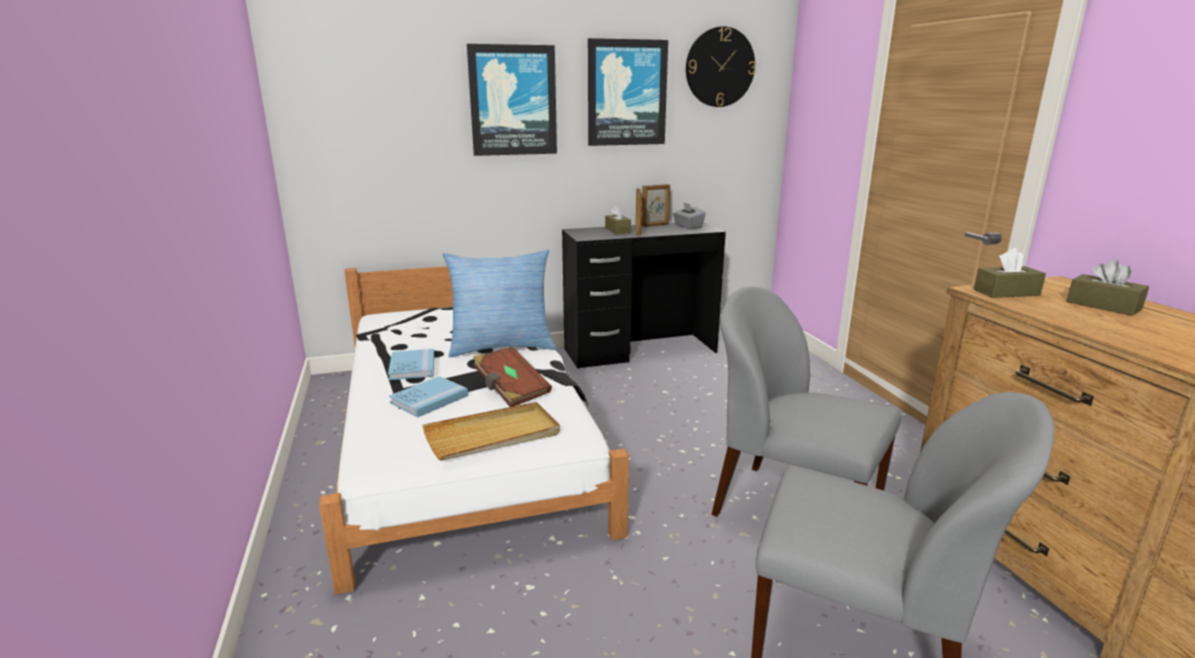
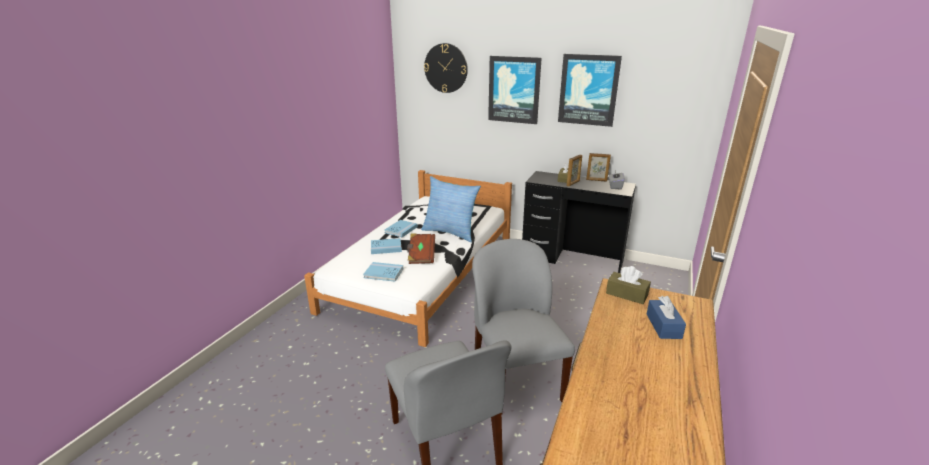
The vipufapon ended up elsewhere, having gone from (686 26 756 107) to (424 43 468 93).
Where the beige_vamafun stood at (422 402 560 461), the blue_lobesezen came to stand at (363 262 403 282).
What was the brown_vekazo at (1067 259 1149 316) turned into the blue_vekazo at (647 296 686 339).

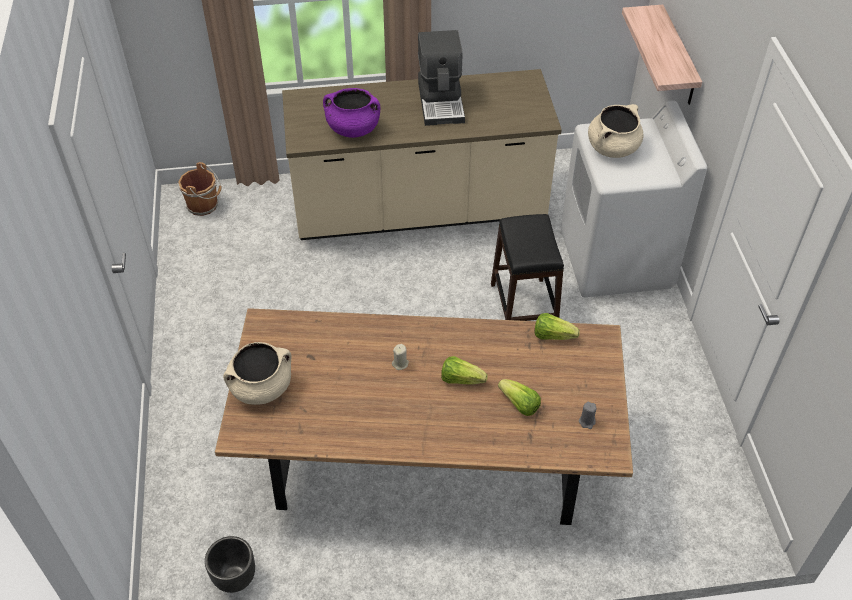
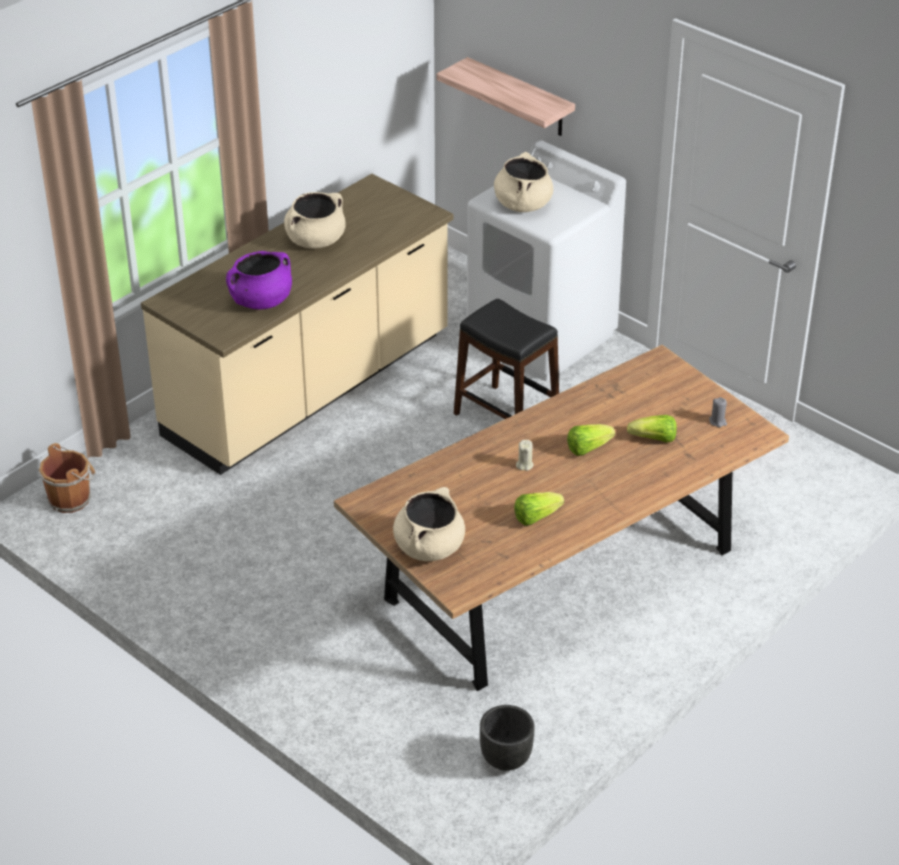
The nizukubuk ended up elsewhere, having gone from (535 313 580 340) to (514 492 564 526).
Where the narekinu stood at (418 30 465 126), the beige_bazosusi came to stand at (284 192 346 249).

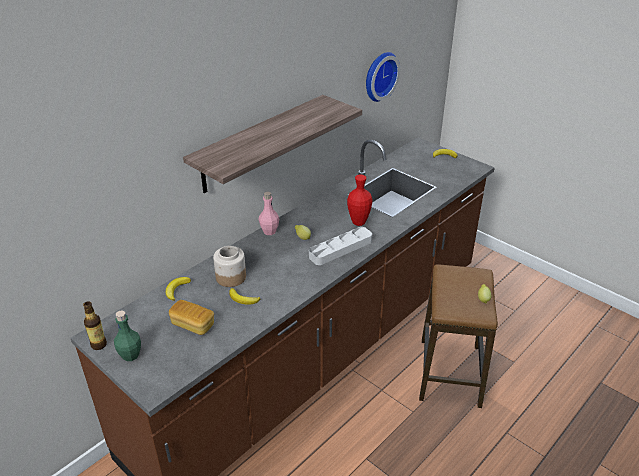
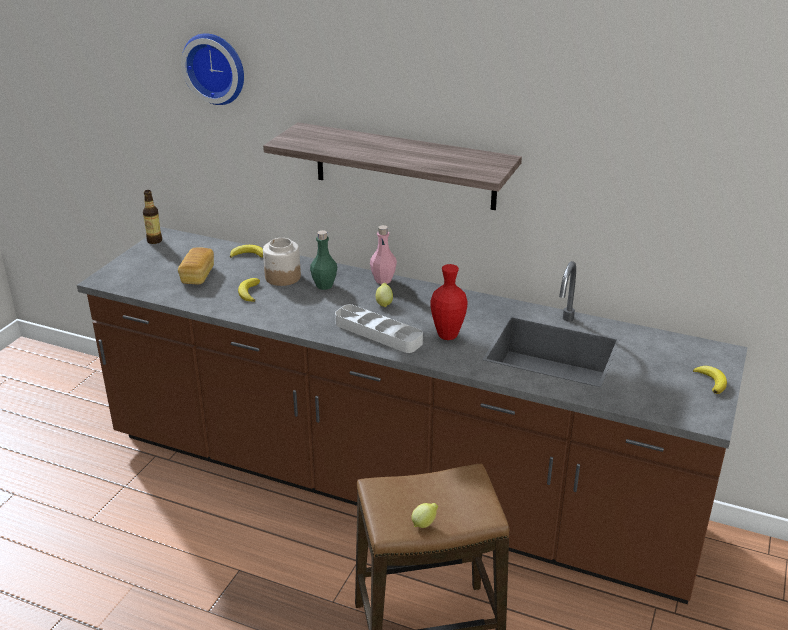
The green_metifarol ended up elsewhere, having gone from (114 311 141 361) to (310 230 337 290).
The vipufapon ended up elsewhere, having gone from (366 52 400 102) to (181 33 244 105).

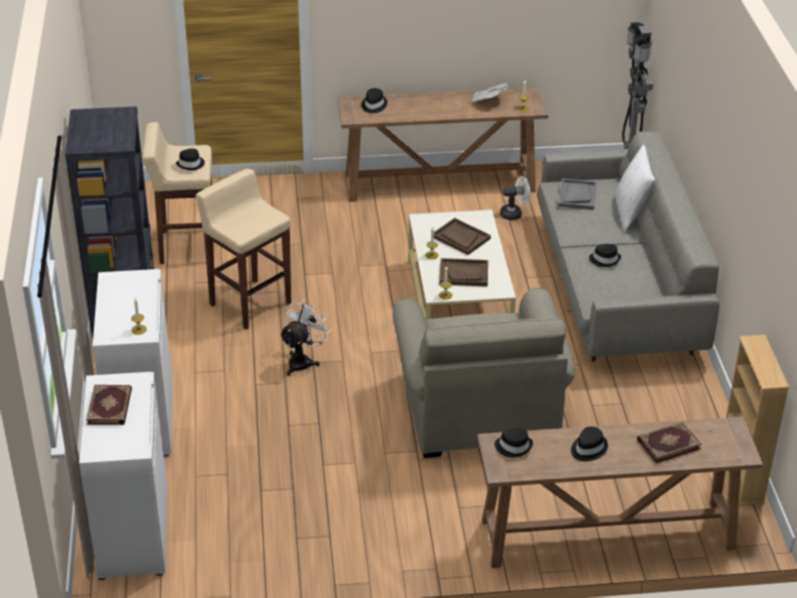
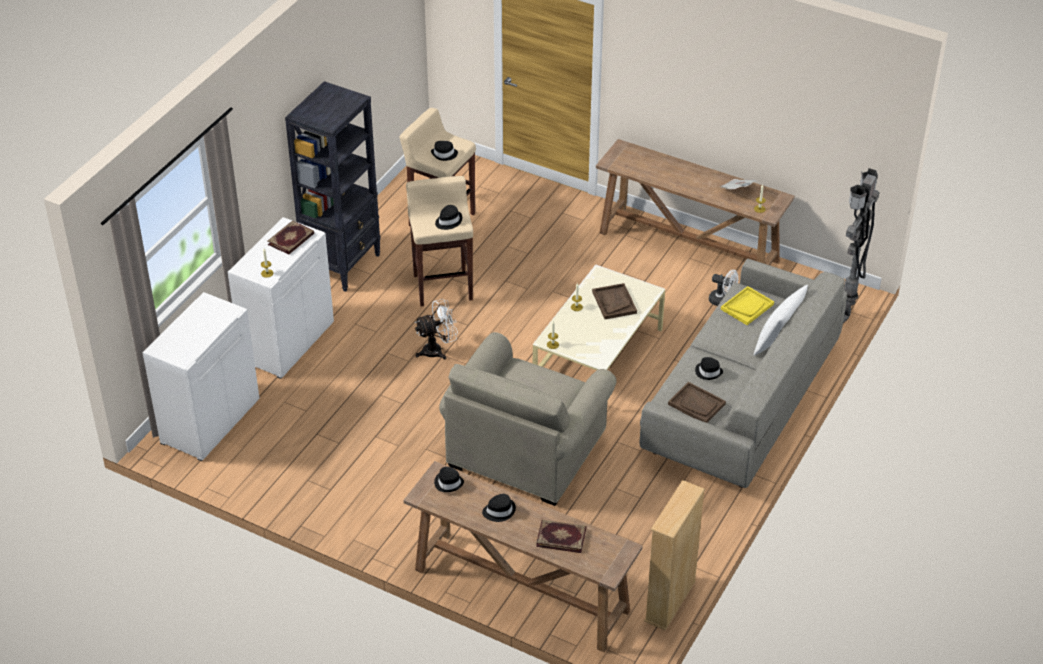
The lobesezen ended up elsewhere, having gone from (86 385 132 425) to (267 220 314 255).
The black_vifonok ended up elsewhere, having gone from (361 88 387 113) to (435 205 462 230).
The brown_vamafun ended up elsewhere, having gone from (439 258 488 287) to (668 382 726 423).
What was the grey_vamafun at (558 178 597 210) turned into the yellow_vamafun at (721 286 774 325).

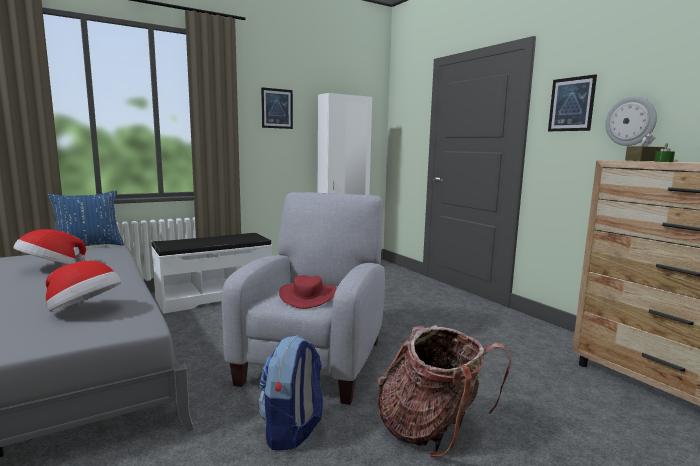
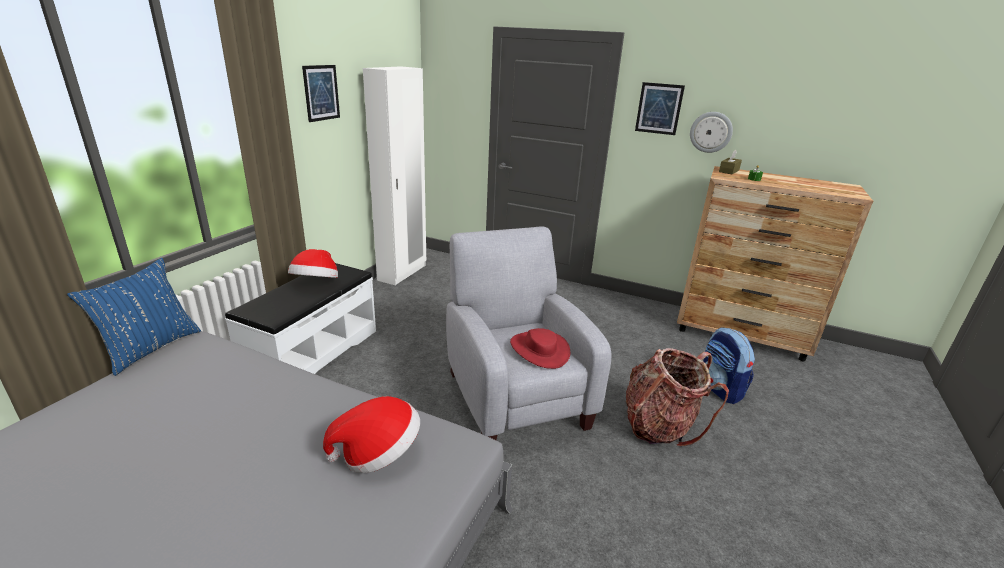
The vifonok ended up elsewhere, having gone from (13 229 86 264) to (288 249 338 278).
The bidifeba ended up elsewhere, having gone from (259 335 323 450) to (704 327 755 404).

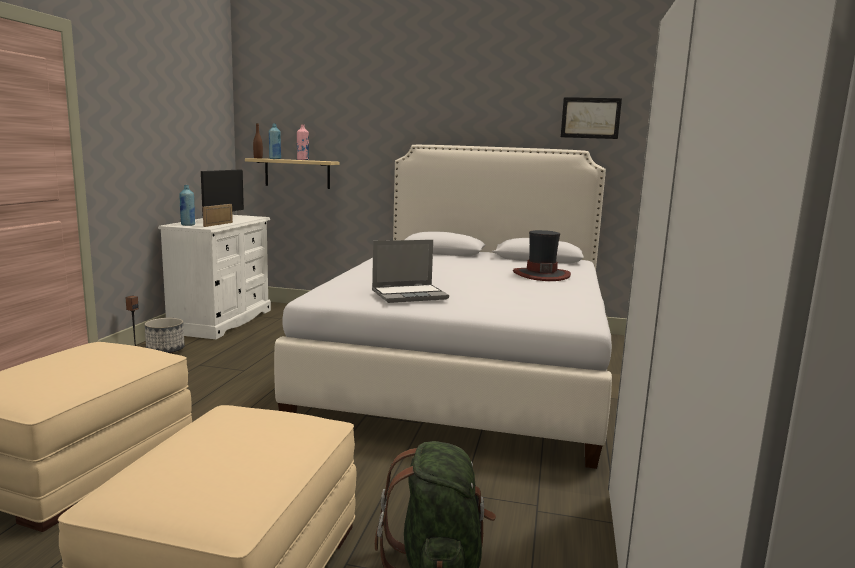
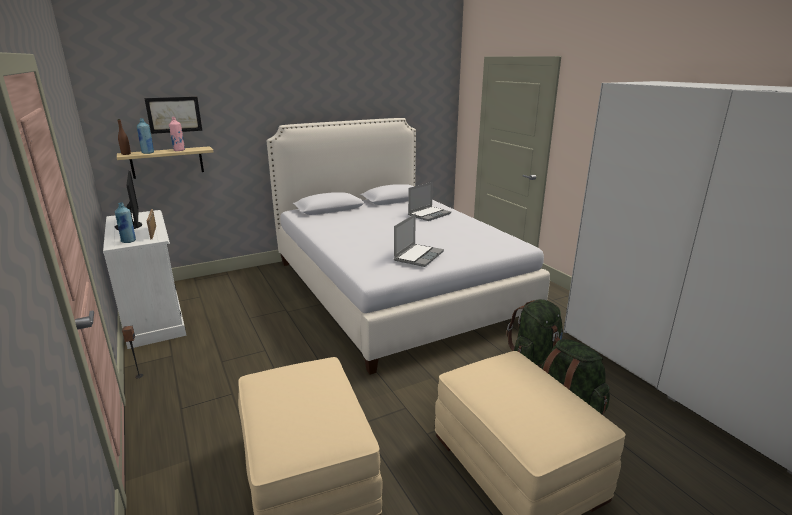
The second view lost the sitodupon at (145 318 185 353).
The second view gained the green_bidifeba at (506 299 563 365).
The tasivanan ended up elsewhere, having gone from (561 97 622 139) to (144 97 202 134).
Where the vifonok stood at (513 230 571 281), the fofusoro came to stand at (408 182 451 221).

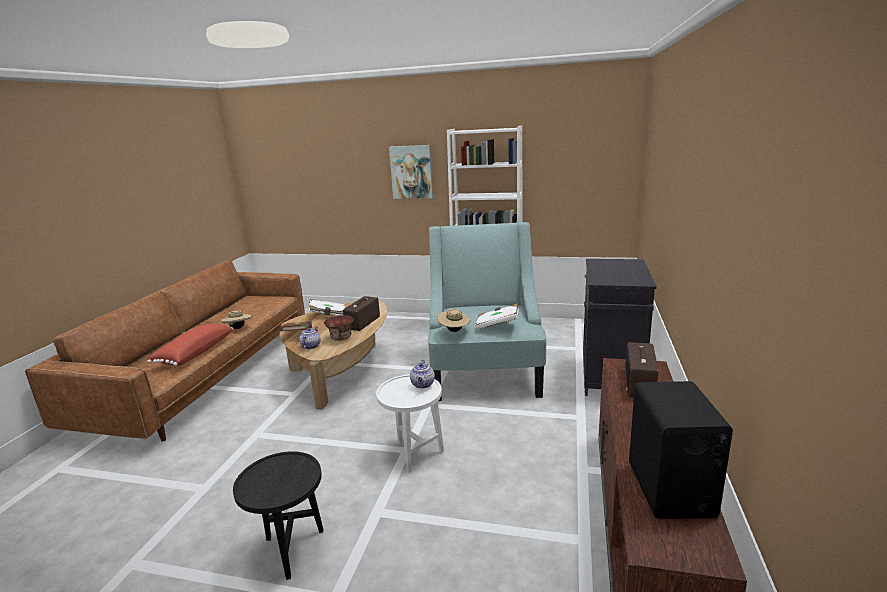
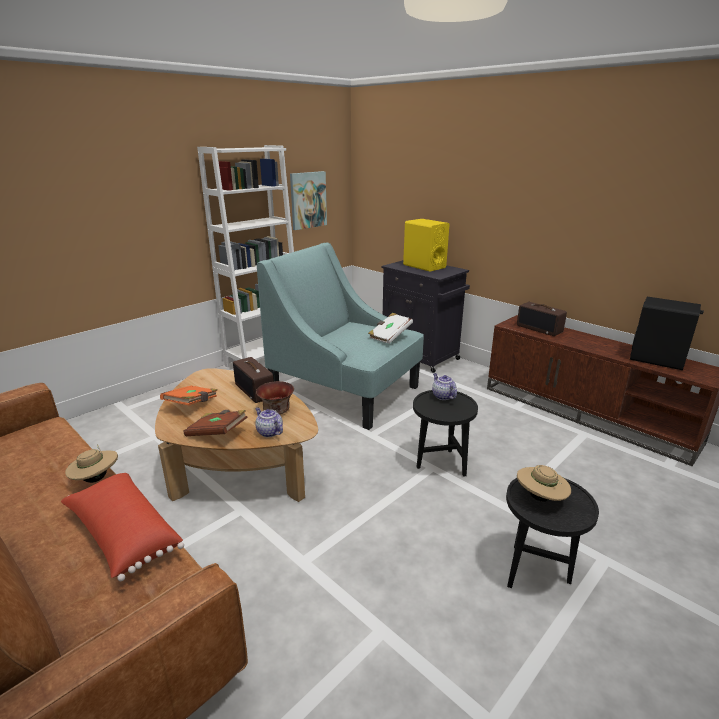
The second view gained the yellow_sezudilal at (403 219 449 272).
The tasivanan ended up elsewhere, having gone from (389 145 433 199) to (290 171 327 230).
The beige_vifonok ended up elsewhere, having gone from (437 309 470 332) to (517 465 571 502).
What was the white_lobesezen at (309 299 345 316) turned into the orange_lobesezen at (160 386 218 406).
What was the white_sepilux at (376 375 444 473) turned into the black_sepilux at (413 390 478 477).
The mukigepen at (410 360 435 389) ended up facing another way, 150 degrees counterclockwise from before.

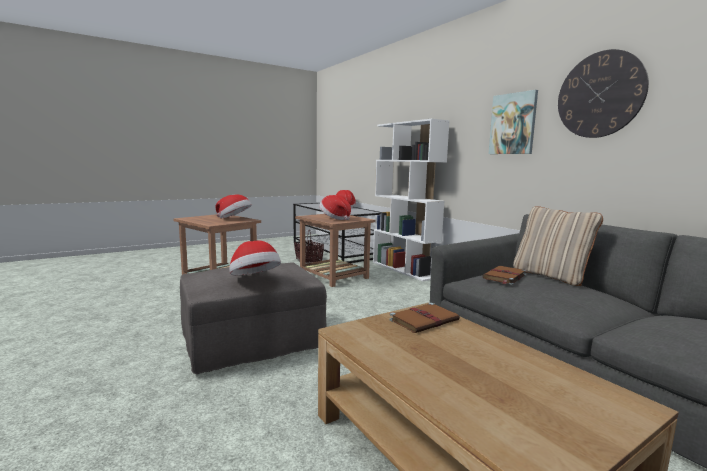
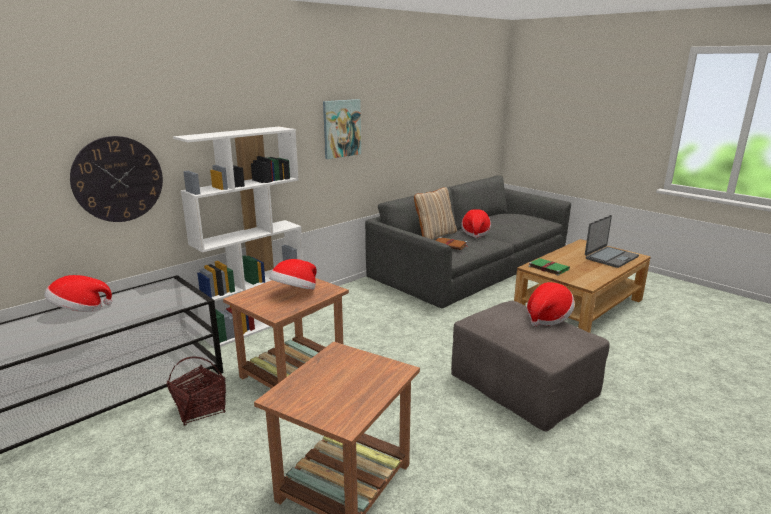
The second view gained the fofusoro at (585 215 639 268).
The vifonok ended up elsewhere, having gone from (215 194 252 218) to (461 209 491 238).
The vipufapon ended up elsewhere, having gone from (558 49 649 138) to (70 136 163 222).
What was the brown_lobesezen at (389 303 460 333) turned into the green_lobesezen at (529 258 570 276).

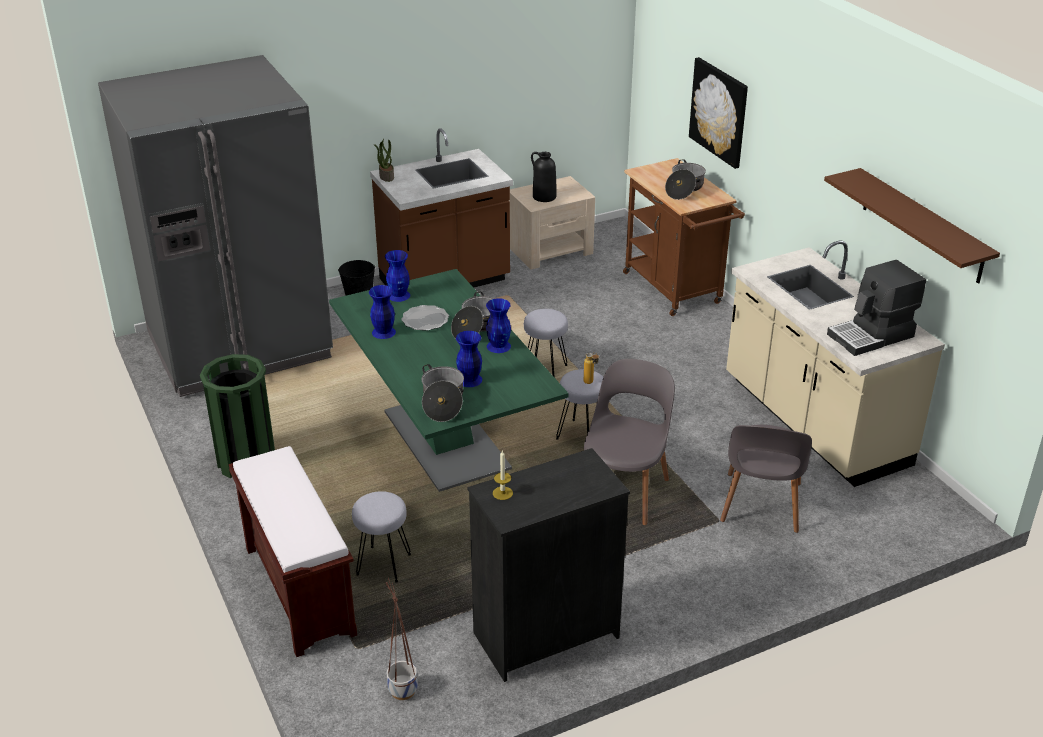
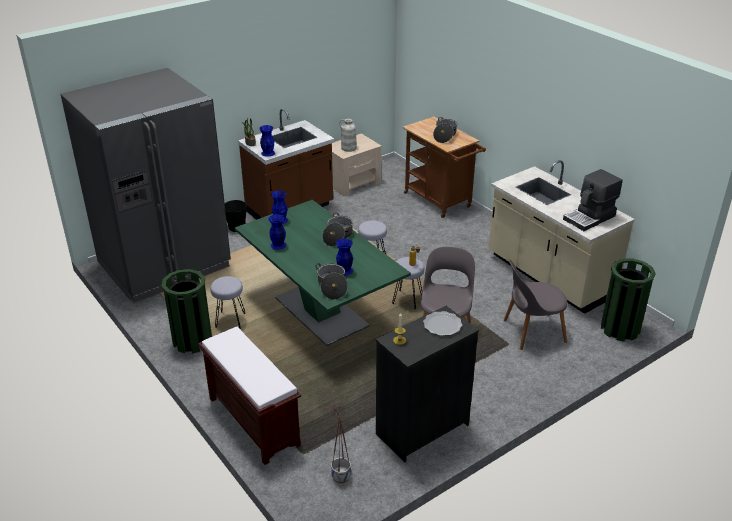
The second view lost the tasivanan at (689 57 748 169).
The second view lost the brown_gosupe at (824 168 1000 284).
The second view gained the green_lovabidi at (601 259 656 341).
The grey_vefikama ended up elsewhere, having gone from (352 491 411 583) to (210 276 245 329).
The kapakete ended up elsewhere, having gone from (401 305 449 330) to (423 311 462 336).
The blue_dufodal ended up elsewhere, having gone from (486 298 511 353) to (259 125 275 157).
What was the black_dufodal at (531 152 556 202) turned into the white_dufodal at (339 119 357 152).
The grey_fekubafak at (720 425 812 533) ended up facing another way, 75 degrees clockwise from before.

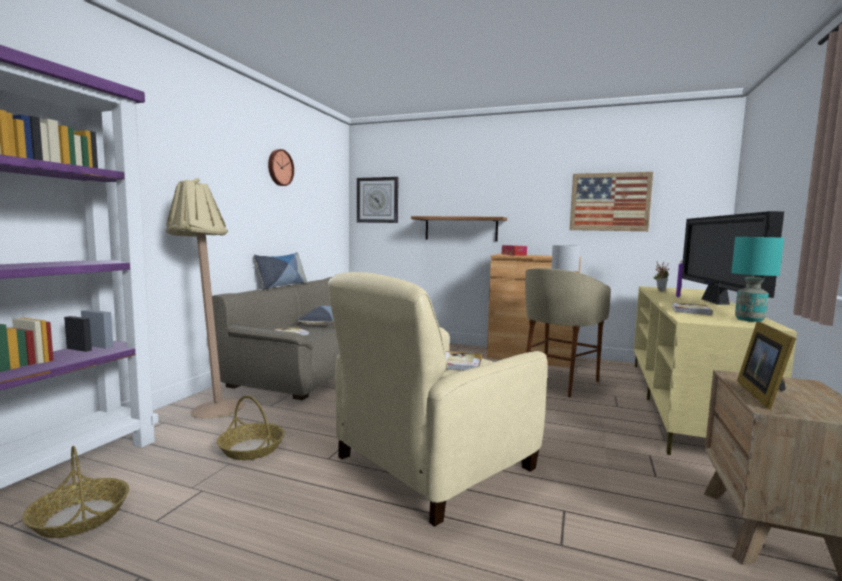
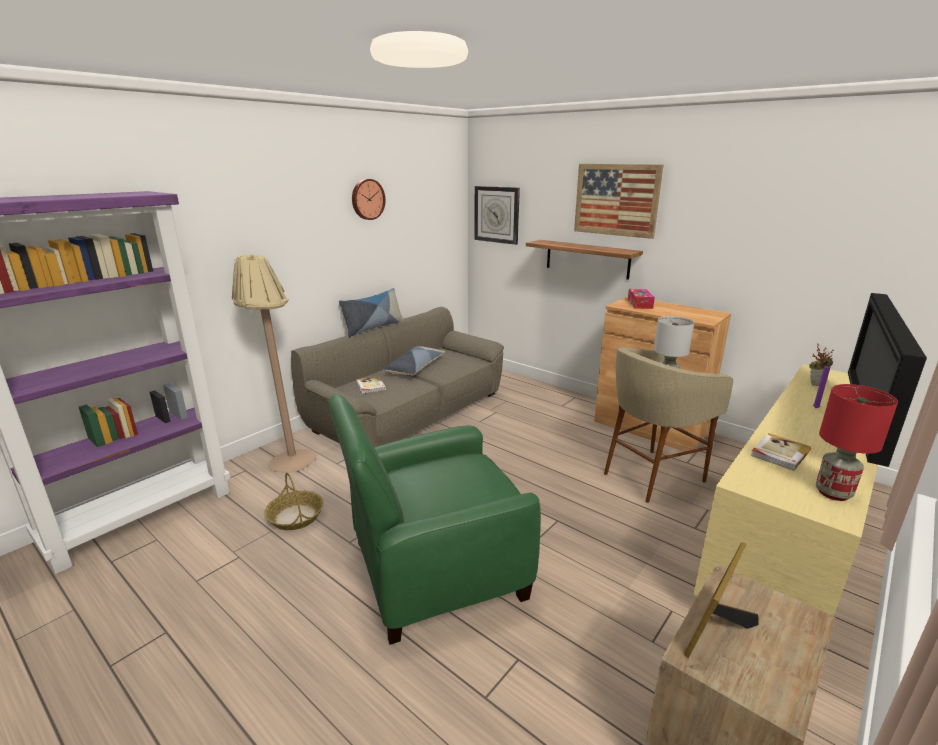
The second view lost the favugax at (22 446 129 538).
The second view lost the lobesezen at (445 351 482 371).
The tasivanan ended up elsewhere, having gone from (570 172 653 231) to (574 164 664 239).
What was the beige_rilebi at (328 272 547 527) turned into the green_rilebi at (329 393 541 645).
What was the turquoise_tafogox at (731 237 784 322) turned into the red_tafogox at (816 384 898 501).

